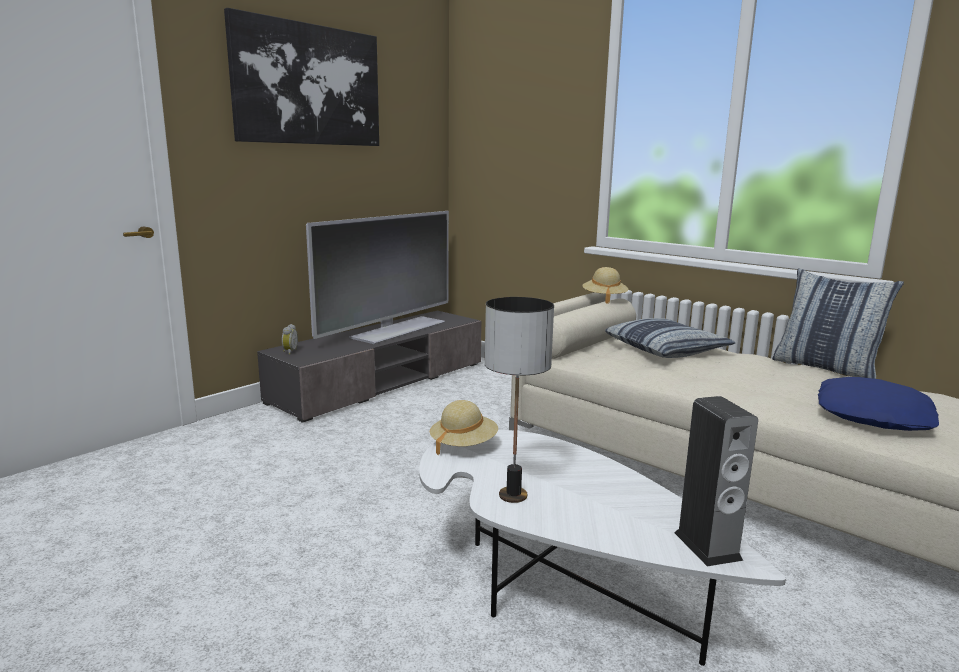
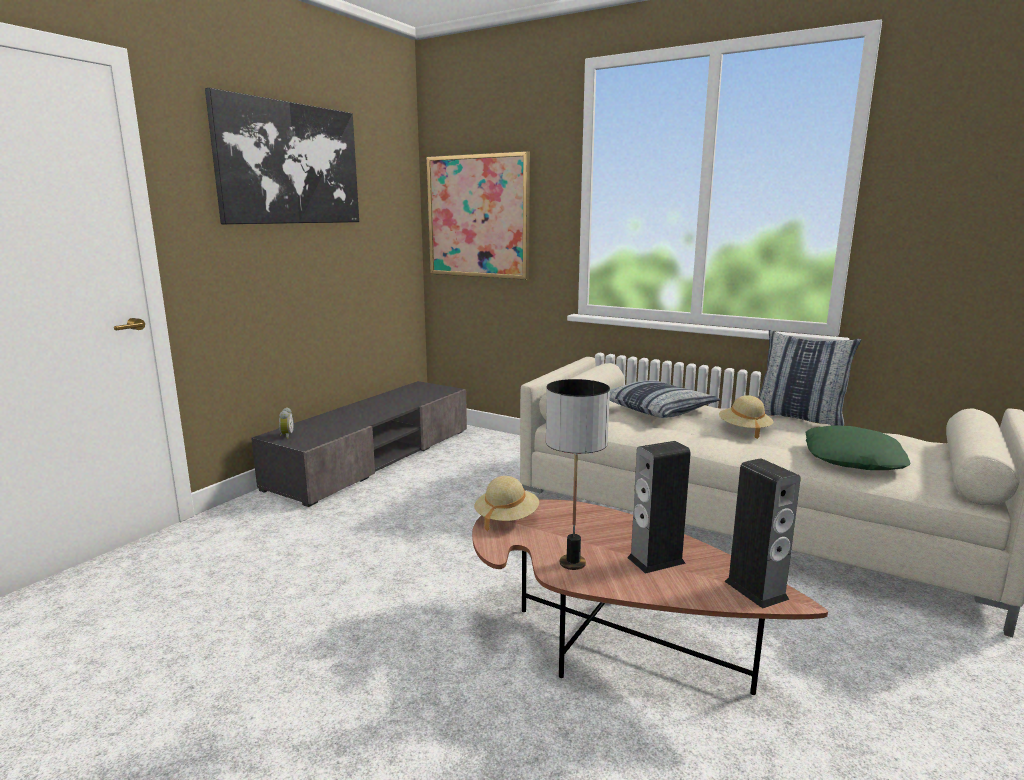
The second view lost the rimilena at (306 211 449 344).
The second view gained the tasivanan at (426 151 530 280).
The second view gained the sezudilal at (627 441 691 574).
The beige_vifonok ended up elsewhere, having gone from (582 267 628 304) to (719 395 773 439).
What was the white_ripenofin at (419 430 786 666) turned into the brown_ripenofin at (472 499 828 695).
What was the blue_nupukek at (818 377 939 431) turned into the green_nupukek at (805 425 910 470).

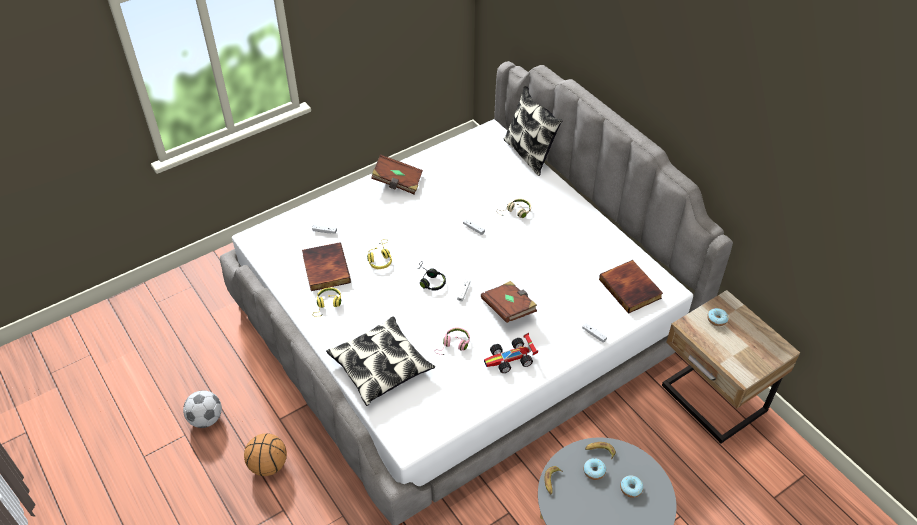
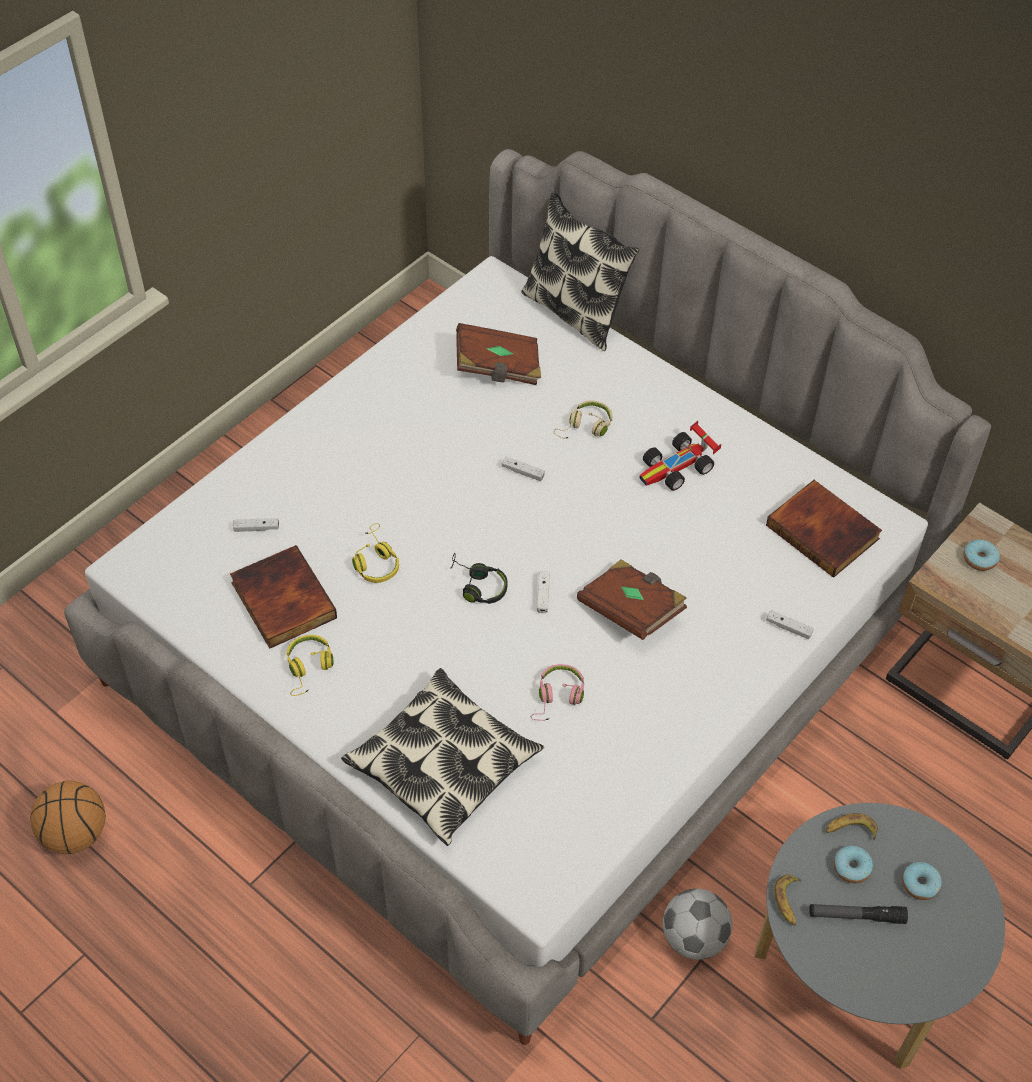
The second view gained the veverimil at (809 904 908 924).
The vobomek ended up elsewhere, having gone from (183 390 222 428) to (663 889 732 960).
The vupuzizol ended up elsewhere, having gone from (244 433 287 476) to (30 781 106 854).
The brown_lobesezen ended up elsewhere, having gone from (371 154 423 194) to (456 323 541 385).
The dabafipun ended up elsewhere, having gone from (484 333 538 373) to (639 421 721 491).

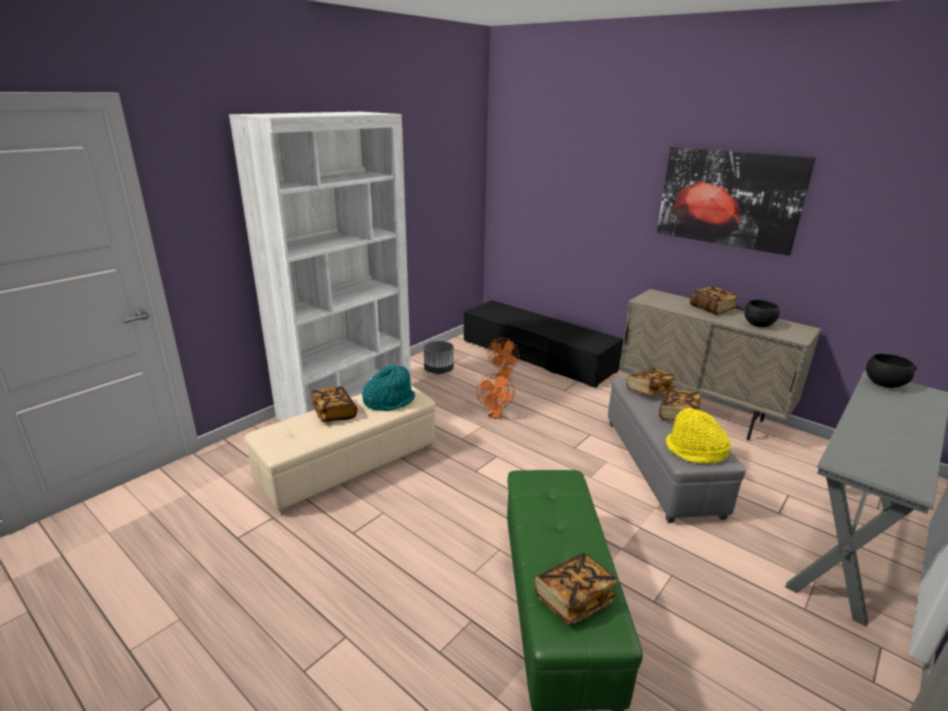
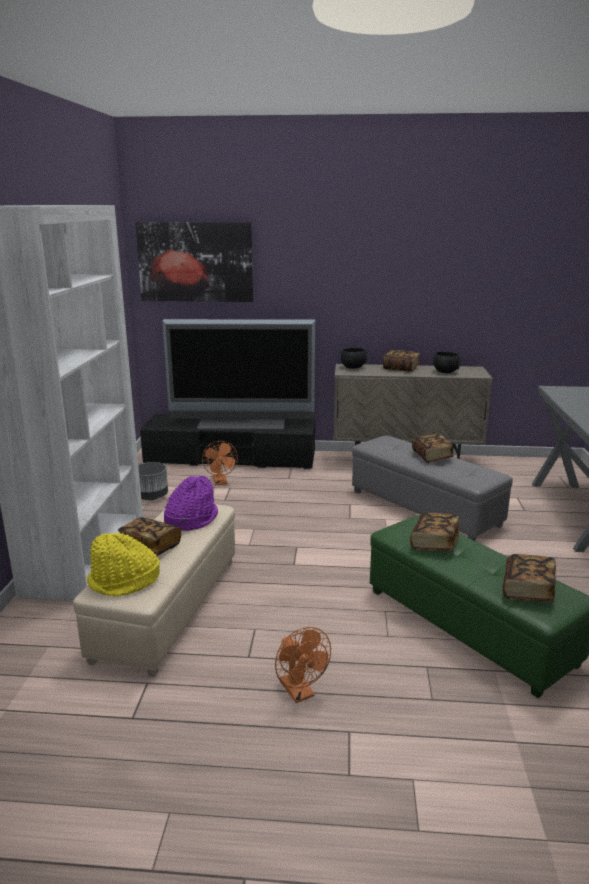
The second view gained the rimilena at (162 319 315 430).
The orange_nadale ended up elsewhere, having gone from (477 373 515 419) to (275 627 331 703).
The lobesezen ended up elsewhere, having gone from (626 368 676 396) to (410 512 459 551).
The tasivanan ended up elsewhere, having gone from (657 147 816 256) to (135 222 253 302).
The yellow_vifonok ended up elsewhere, having gone from (666 408 731 464) to (87 533 160 596).
The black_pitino ended up elsewhere, having gone from (866 354 917 388) to (341 348 367 369).
What was the turquoise_vifonok at (362 364 415 411) turned into the purple_vifonok at (164 476 218 531).

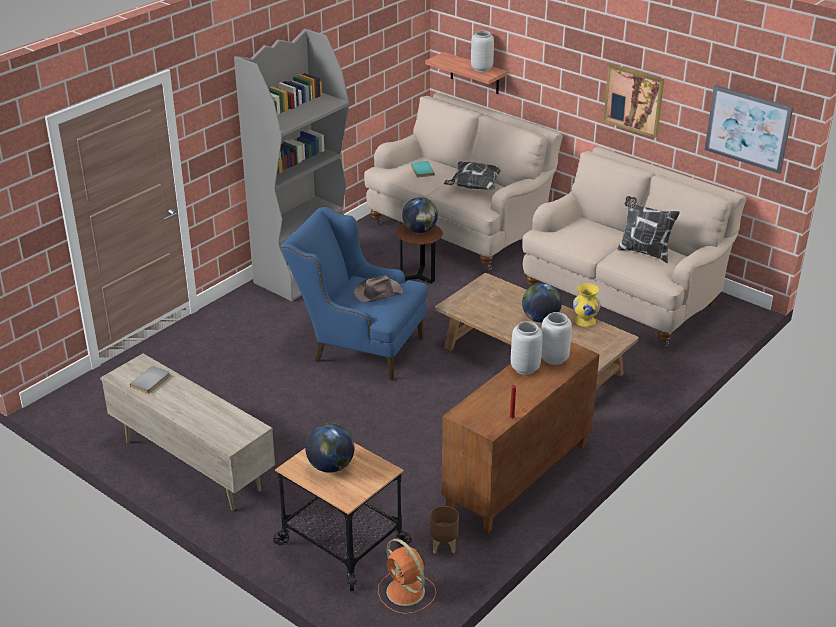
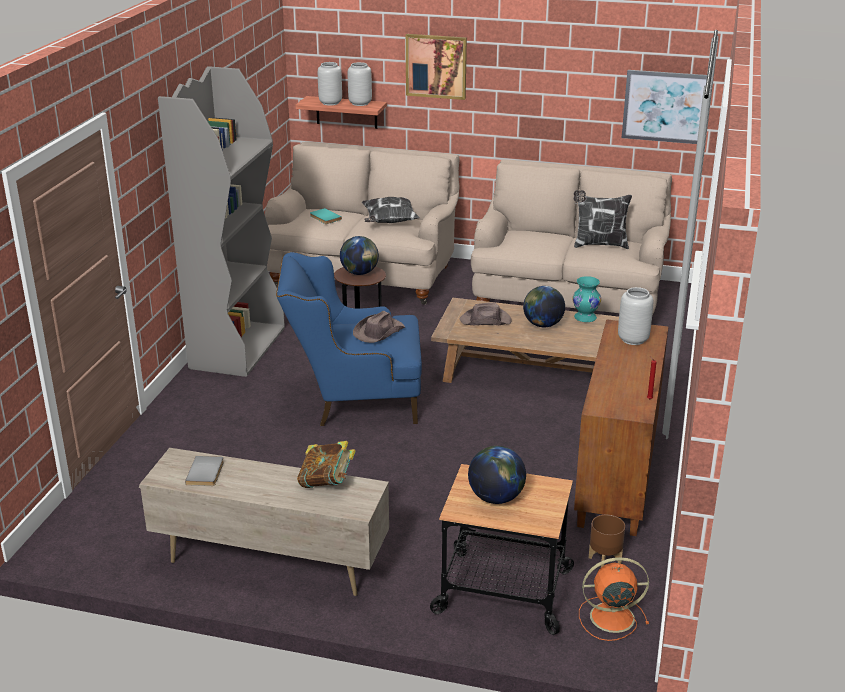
The second view gained the lobesezen at (297 441 356 488).
The second view gained the brown_vifonok at (460 302 512 325).
The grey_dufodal ended up elsewhere, having gone from (511 321 543 375) to (318 62 342 106).
The tasivanan ended up elsewhere, having gone from (603 64 664 138) to (406 34 467 100).
What was the yellow_dufodal at (573 283 601 327) turned into the turquoise_dufodal at (572 276 601 322).
The orange_nadale at (378 539 436 614) ended up facing another way, 150 degrees clockwise from before.

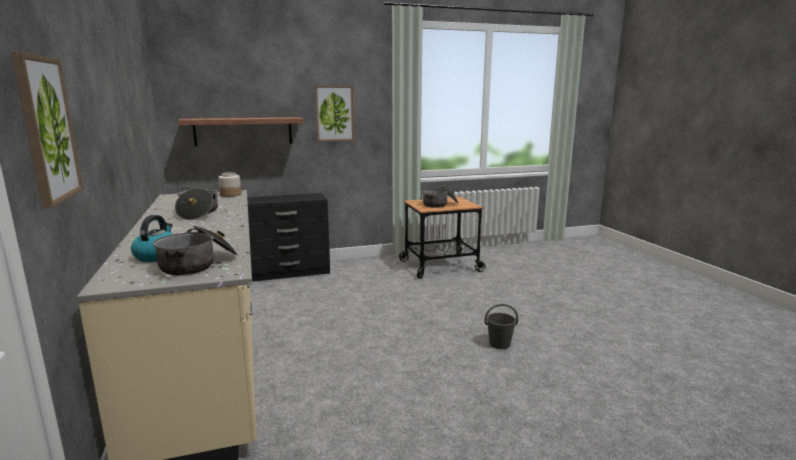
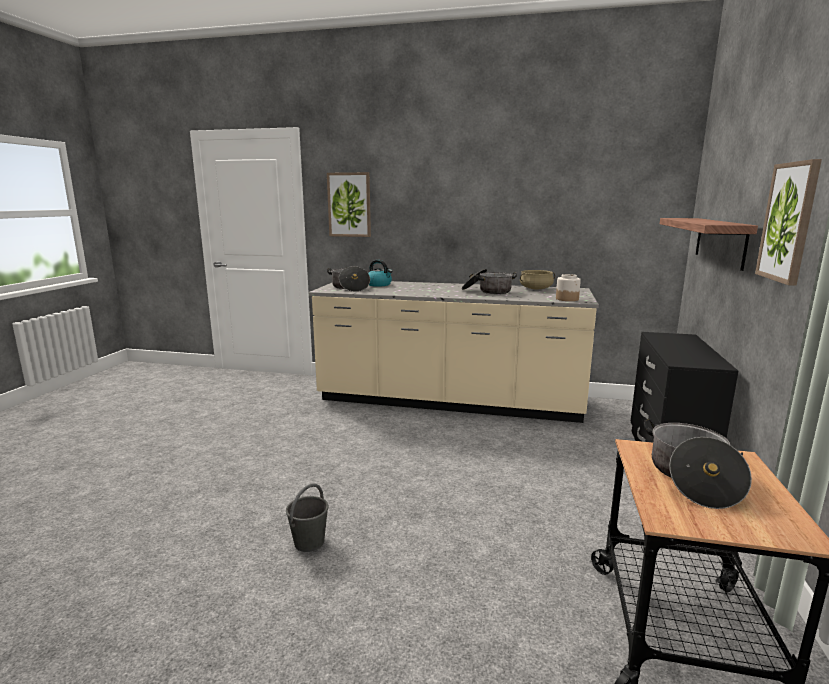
The second view gained the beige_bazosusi at (520 270 555 289).

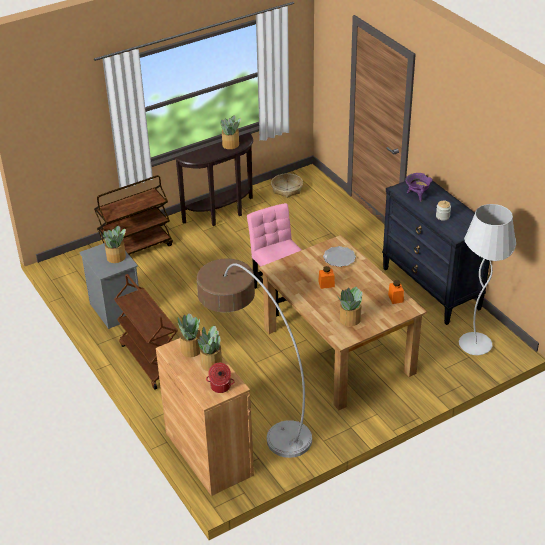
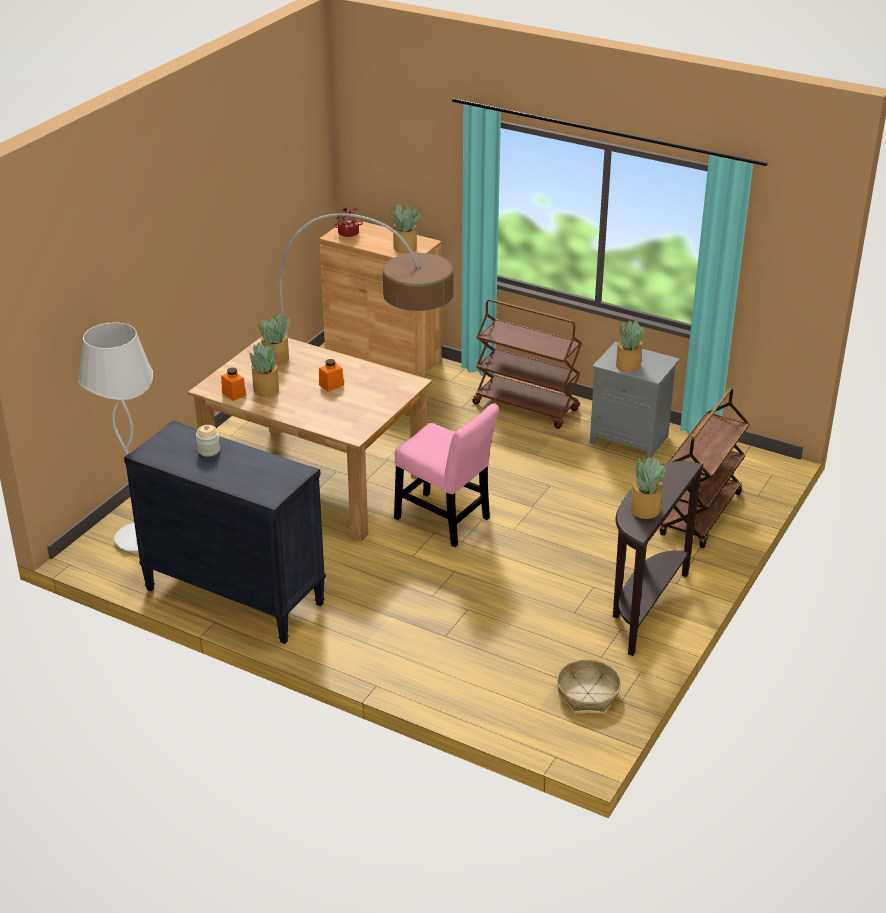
The second view lost the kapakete at (323 246 356 267).
The second view lost the purple_bazosusi at (405 173 433 202).
The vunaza ended up elsewhere, having gone from (197 325 222 371) to (247 342 279 397).

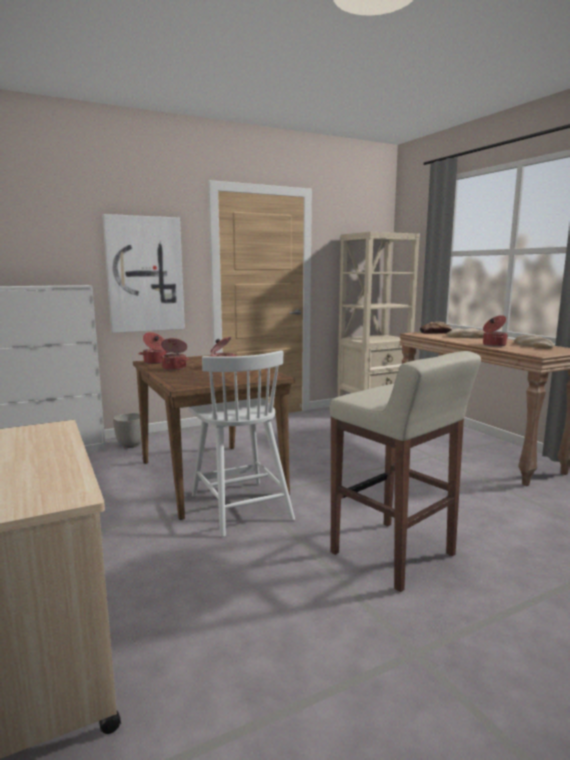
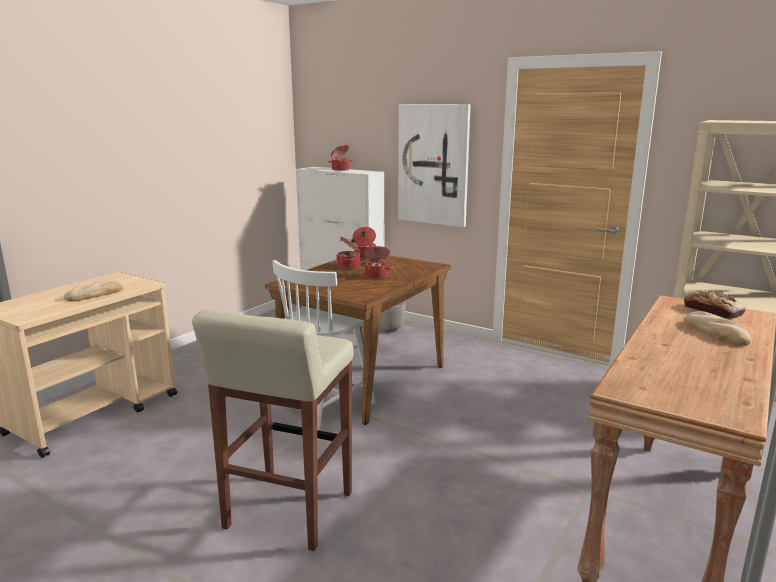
The bazosusi ended up elsewhere, having gone from (483 315 508 347) to (328 145 353 171).
The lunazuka ended up elsewhere, having gone from (514 335 554 349) to (64 281 123 302).

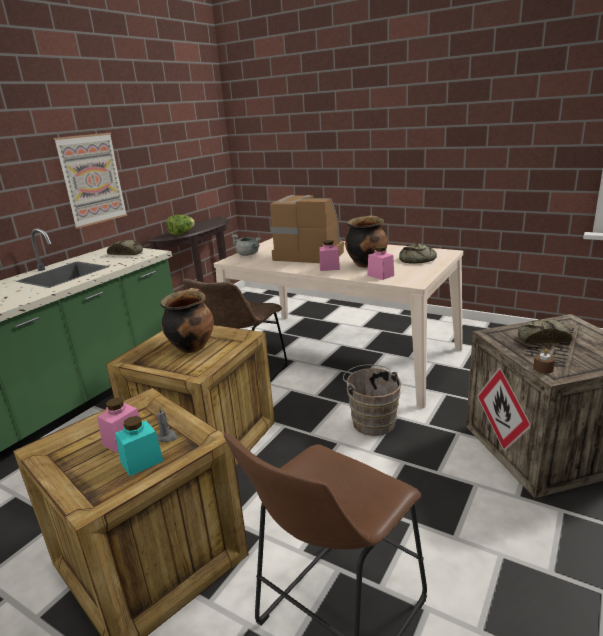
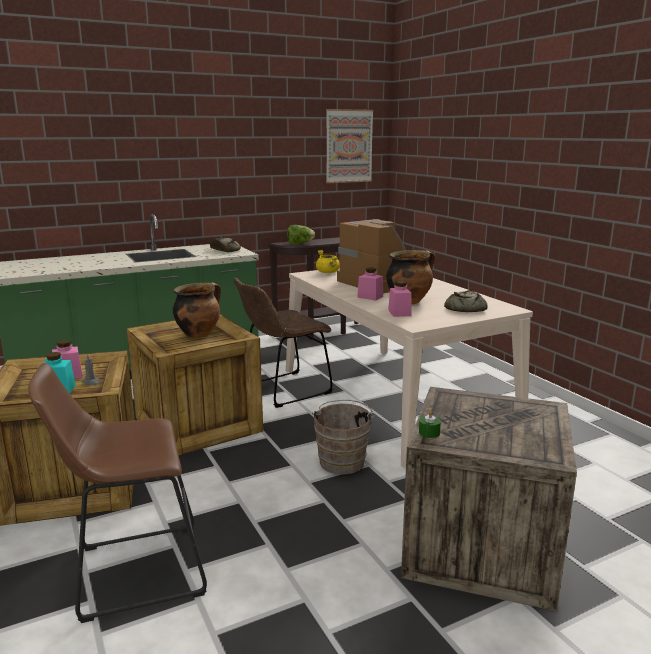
The second view lost the lunazuka at (518 319 572 344).
The tasivanan ended up elsewhere, having gone from (54 133 127 229) to (326 109 374 183).
What was the grey_bazosusi at (232 234 261 256) turned into the yellow_bazosusi at (316 250 339 273).
What was the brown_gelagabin at (533 349 555 374) turned into the green_gelagabin at (419 410 441 438).

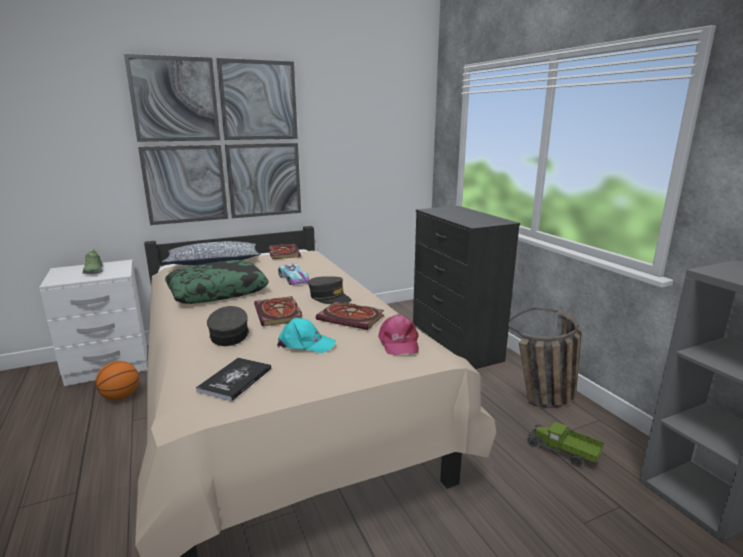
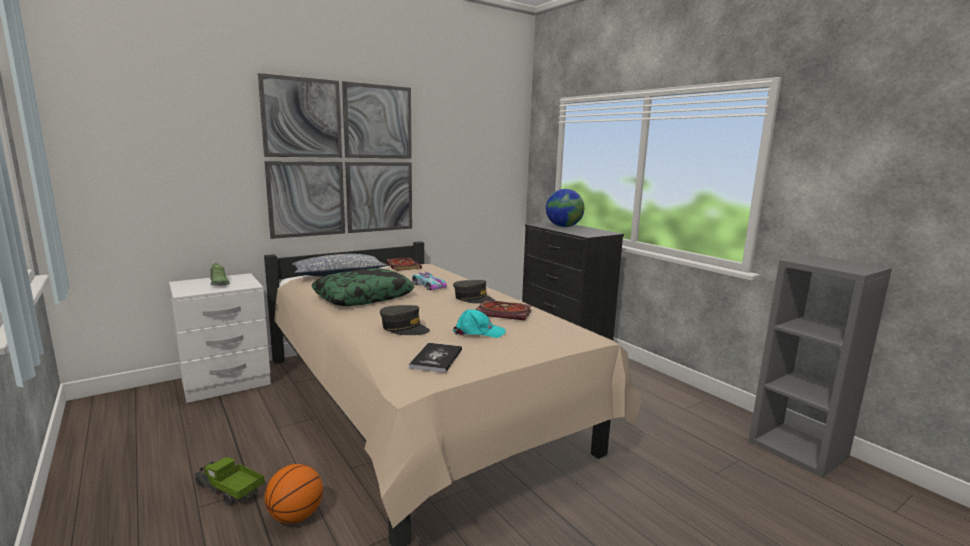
The second view lost the lobesezen at (254 296 303 326).
The second view lost the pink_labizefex at (378 314 419 355).
The second view lost the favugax at (508 307 582 408).
The second view gained the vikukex at (546 189 585 227).
The vupuzizol ended up elsewhere, having gone from (95 361 139 400) to (265 464 323 524).
The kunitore ended up elsewhere, having gone from (527 422 604 467) to (194 457 265 506).
The grey_labizefex at (207 306 249 346) ended up facing another way, 135 degrees clockwise from before.

